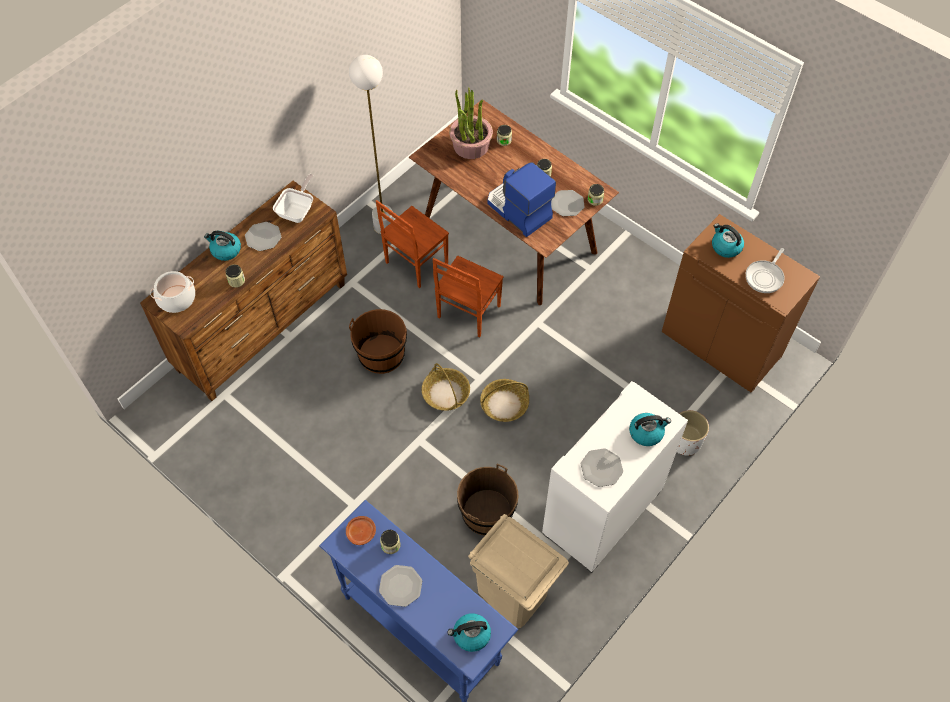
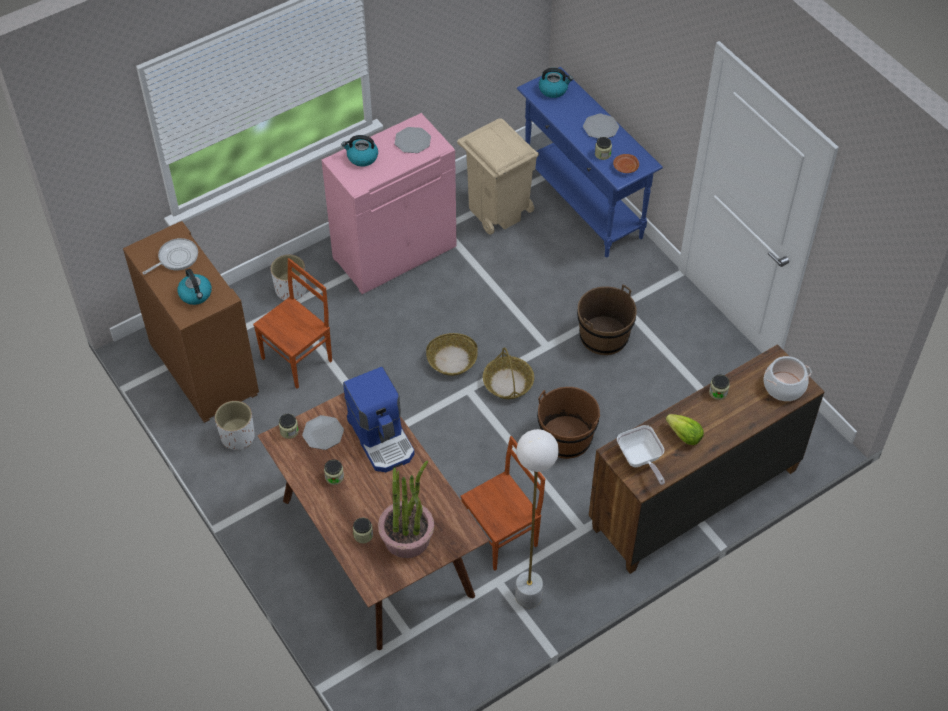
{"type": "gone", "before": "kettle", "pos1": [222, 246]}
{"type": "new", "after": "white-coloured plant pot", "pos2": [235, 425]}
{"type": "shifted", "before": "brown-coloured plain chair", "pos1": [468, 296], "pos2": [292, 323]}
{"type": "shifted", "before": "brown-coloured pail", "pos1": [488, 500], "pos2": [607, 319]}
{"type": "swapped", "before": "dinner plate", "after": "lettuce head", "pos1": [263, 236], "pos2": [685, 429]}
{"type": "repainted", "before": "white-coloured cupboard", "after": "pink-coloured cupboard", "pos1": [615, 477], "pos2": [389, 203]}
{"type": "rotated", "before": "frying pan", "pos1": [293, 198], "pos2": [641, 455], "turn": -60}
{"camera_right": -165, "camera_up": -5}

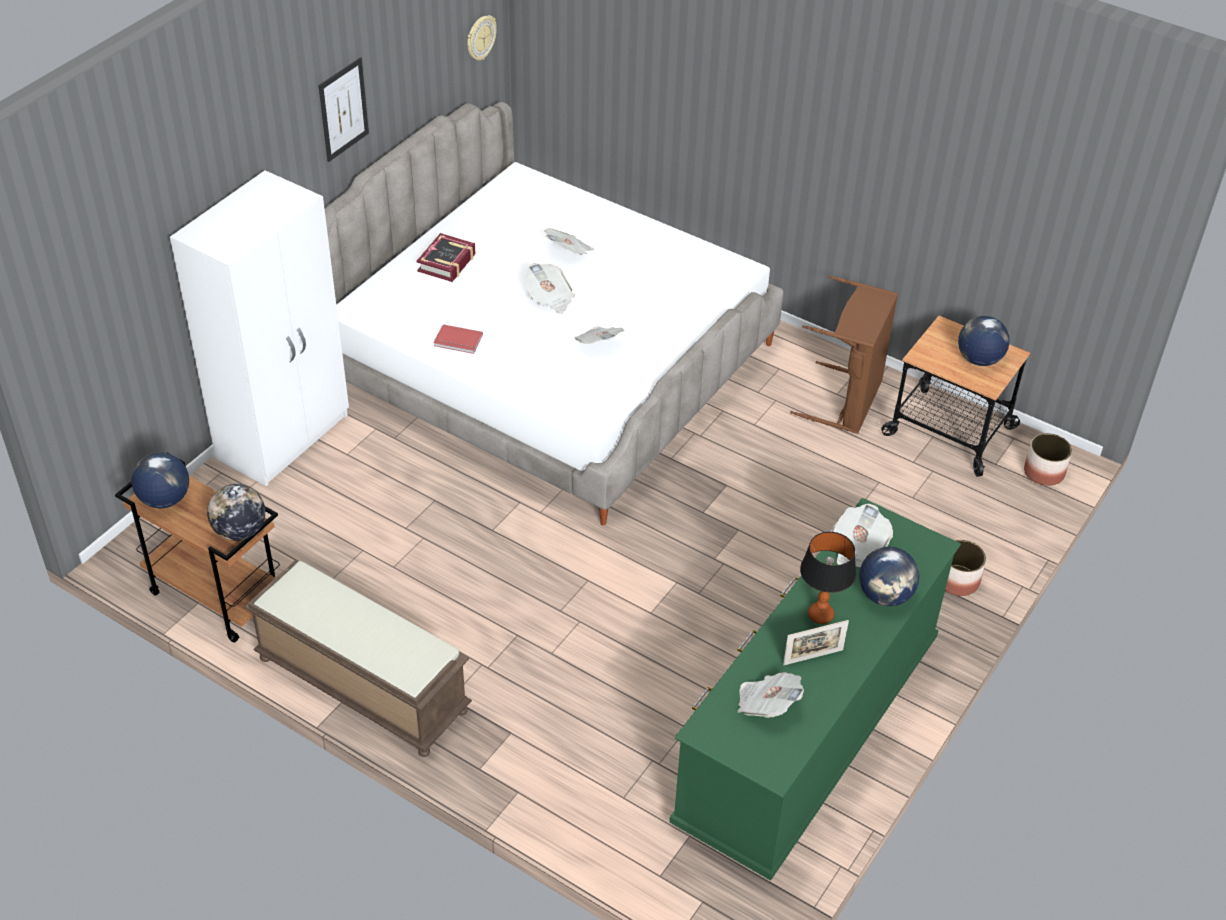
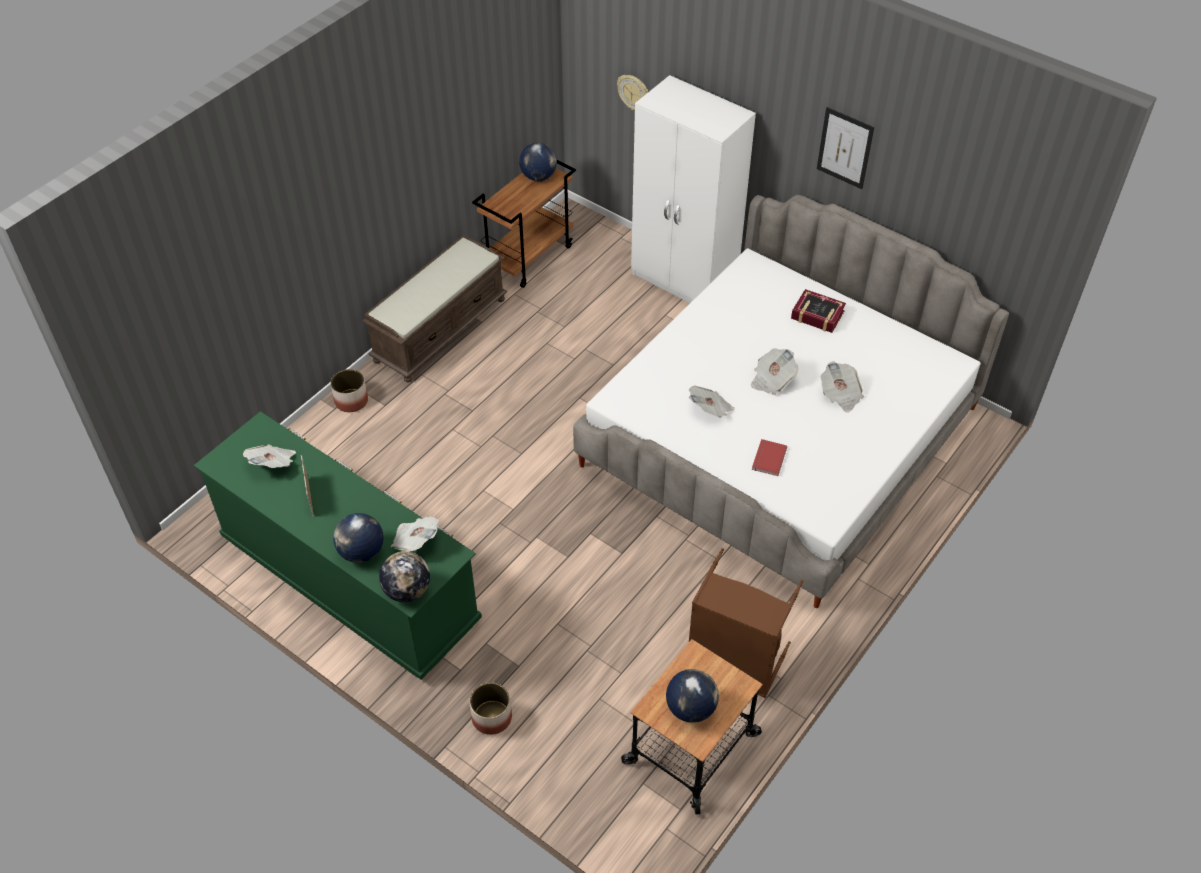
{"type": "gone", "before": "lamp for a table", "pos1": [828, 578]}
{"type": "shifted", "before": "globe", "pos1": [236, 512], "pos2": [404, 576]}
{"type": "shifted", "before": "red bound book", "pos1": [458, 339], "pos2": [769, 457]}
{"type": "shifted", "before": "wall clock", "pos1": [481, 38], "pos2": [632, 92]}
{"type": "shifted", "before": "plant pot", "pos1": [1048, 459], "pos2": [349, 390]}
{"camera_right": 95, "camera_up": 5}

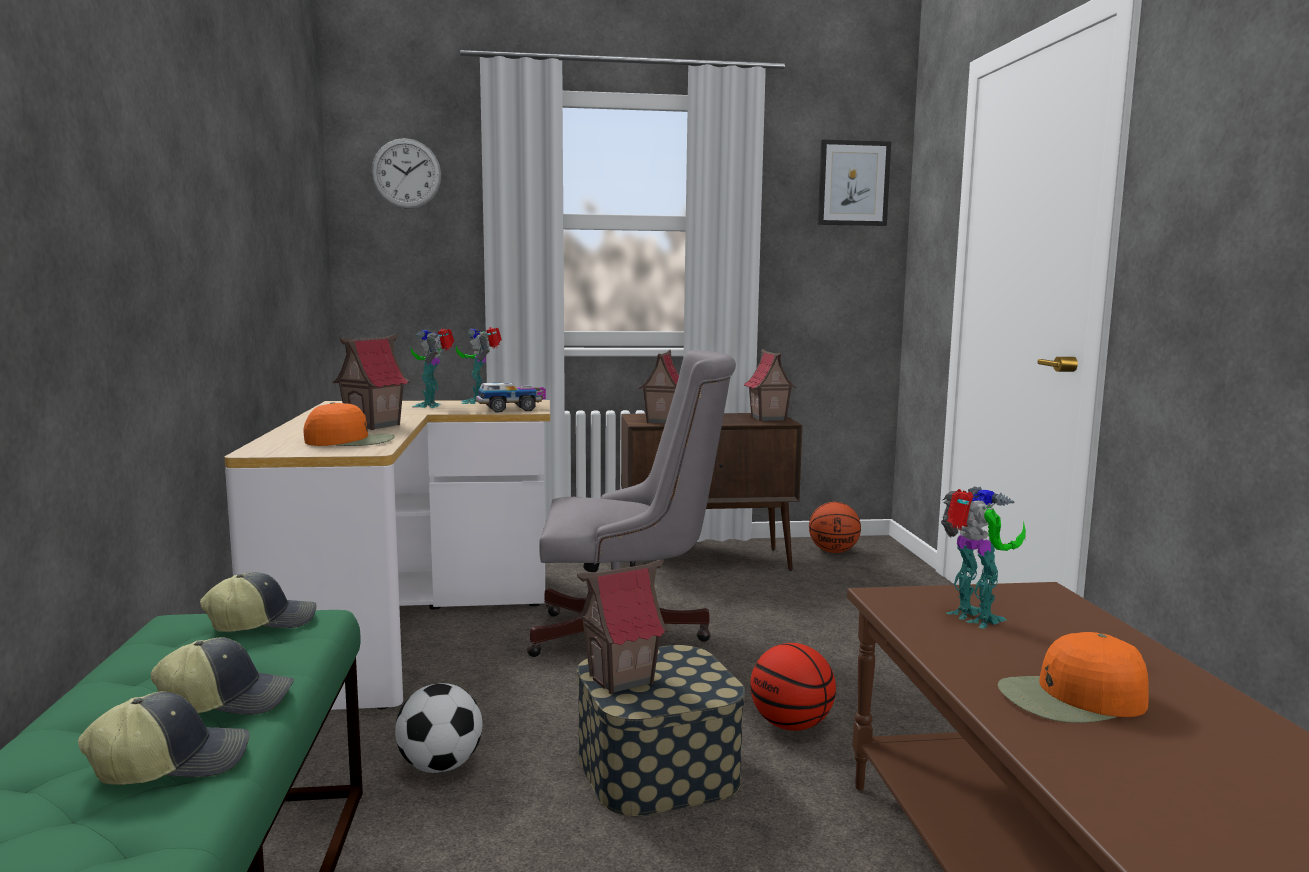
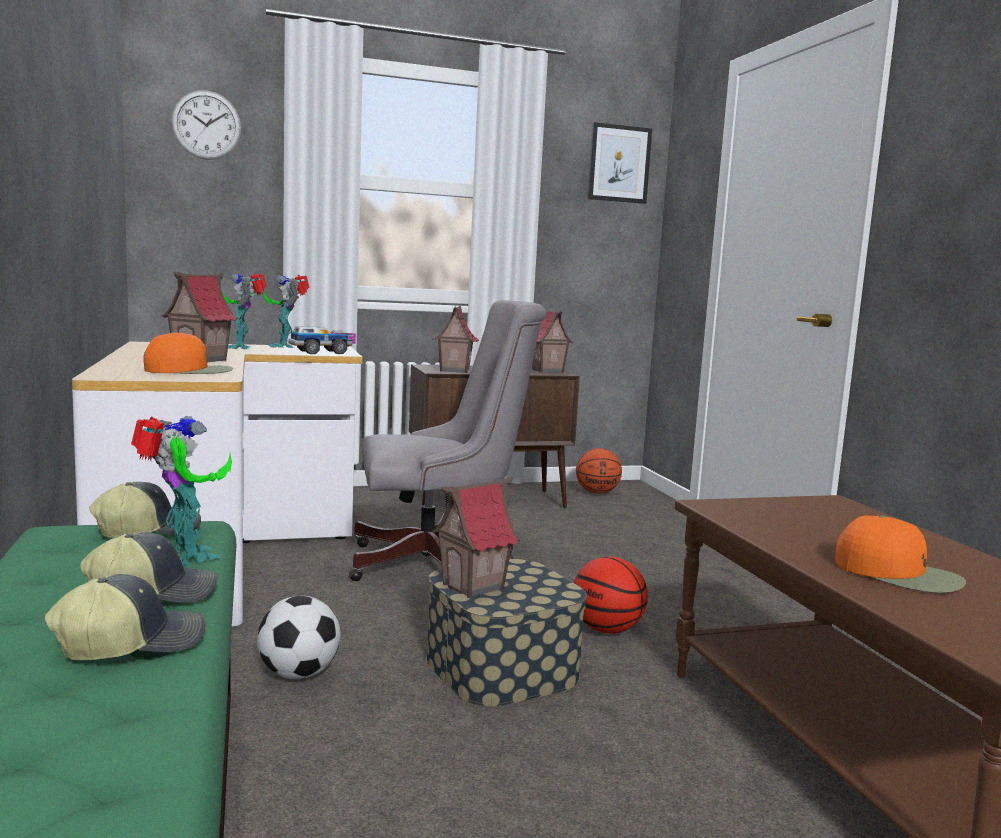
{"type": "shifted", "before": "model robot", "pos1": [983, 558], "pos2": [181, 490]}
{"type": "rotated", "before": "orangey peaked cap", "pos1": [1073, 677], "pos2": [900, 554], "turn": -120}
{"camera_right": -10, "camera_up": 0}

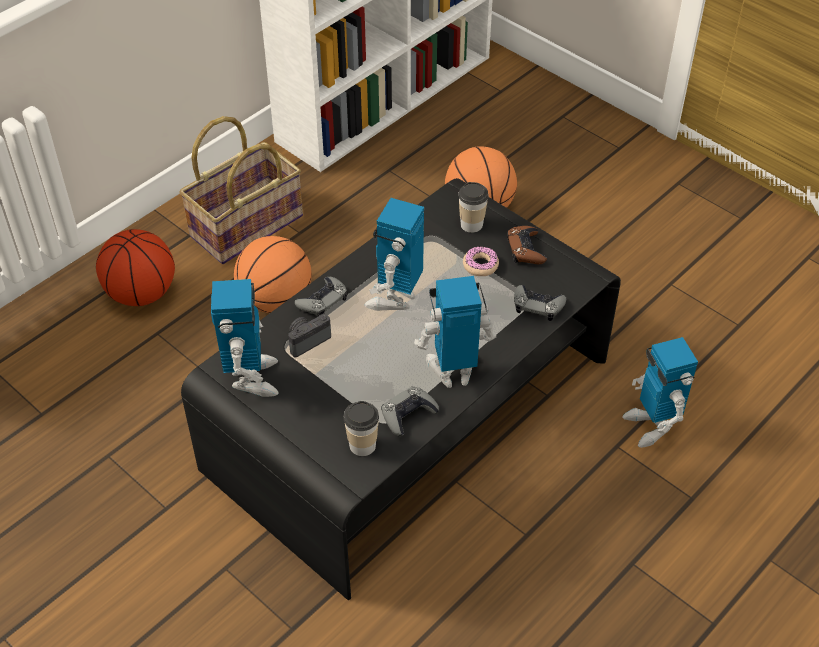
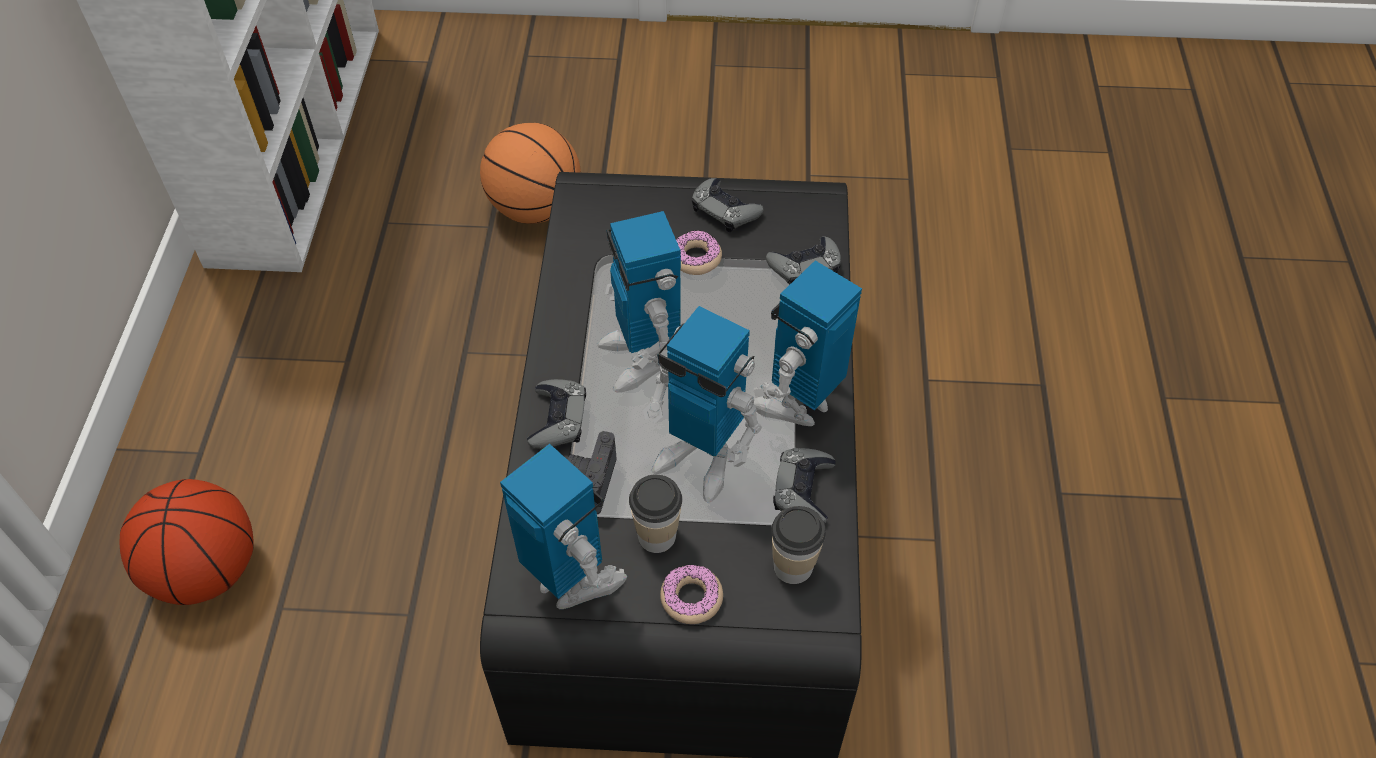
{"type": "gone", "before": "storage basket", "pos1": [241, 190]}
{"type": "gone", "before": "basketball", "pos1": [273, 274]}
{"type": "new", "after": "doughnut", "pos2": [691, 594]}
{"type": "shifted", "before": "cup", "pos1": [473, 207], "pos2": [655, 513]}
{"type": "shifted", "before": "model robot", "pos1": [660, 392], "pos2": [702, 404]}
{"type": "repainted", "before": "brown-coloured gamepad", "after": "gray gamepad", "pos1": [527, 245], "pos2": [728, 205]}
{"camera_right": -40, "camera_up": 5}

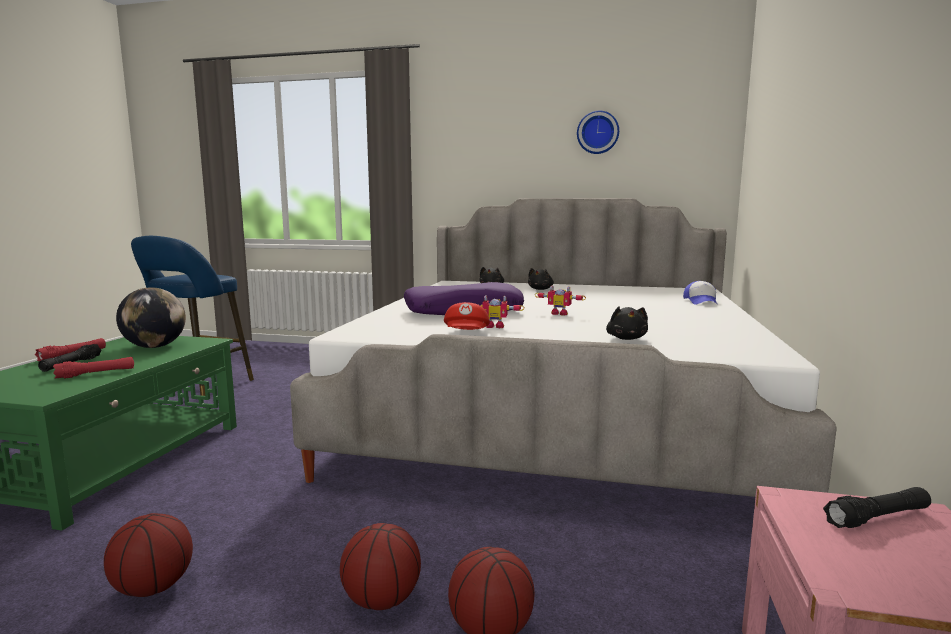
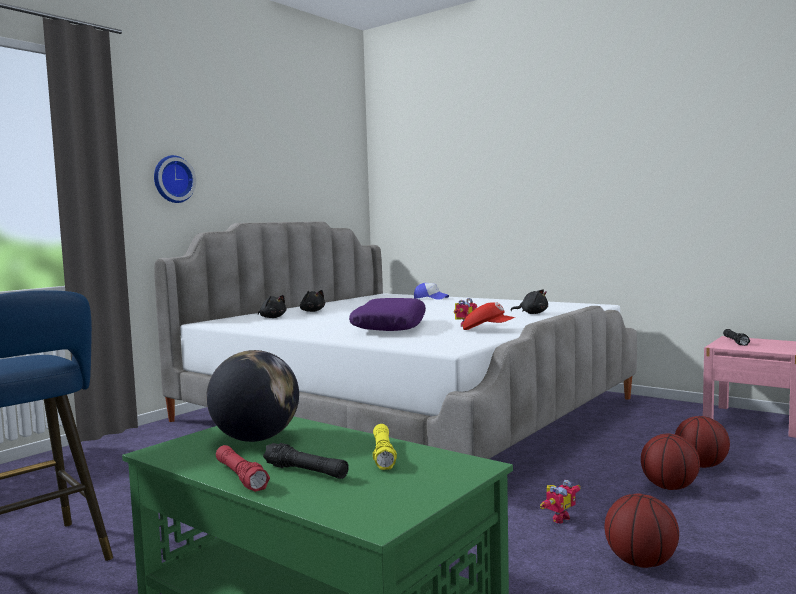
{"type": "shifted", "before": "model robot", "pos1": [560, 301], "pos2": [560, 502]}
{"type": "shifted", "before": "wall clock", "pos1": [598, 132], "pos2": [175, 179]}
{"type": "repainted", "before": "red flashlight", "after": "yellow flashlight", "pos1": [93, 368], "pos2": [385, 447]}
{"camera_right": -65, "camera_up": -5}

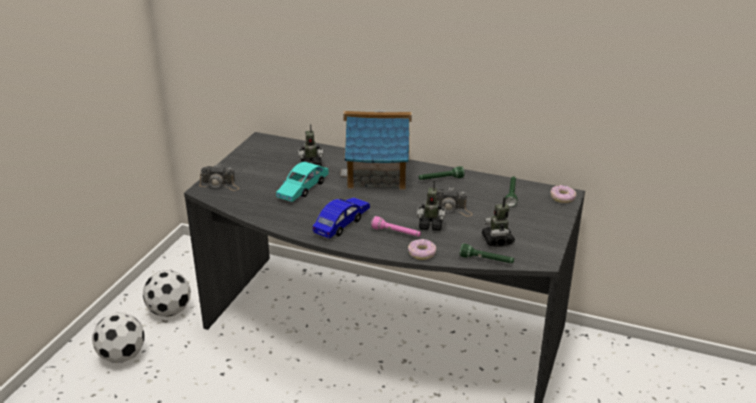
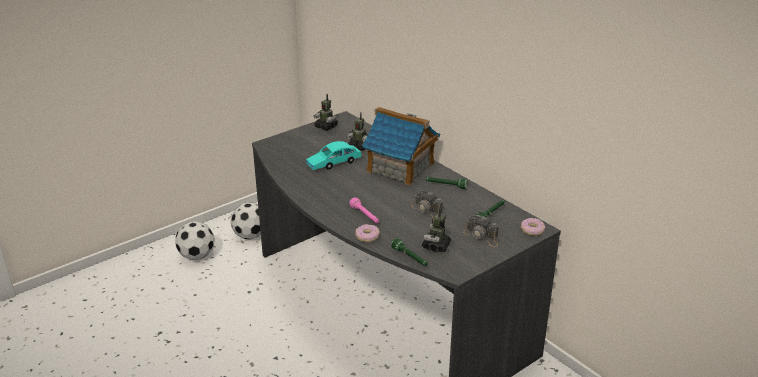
{"type": "gone", "before": "blue miniature car", "pos1": [341, 218]}
{"type": "shifted", "before": "still camera", "pos1": [219, 177], "pos2": [481, 231]}
{"type": "shifted", "before": "model robot", "pos1": [431, 205], "pos2": [326, 112]}
{"camera_right": 30, "camera_up": 0}

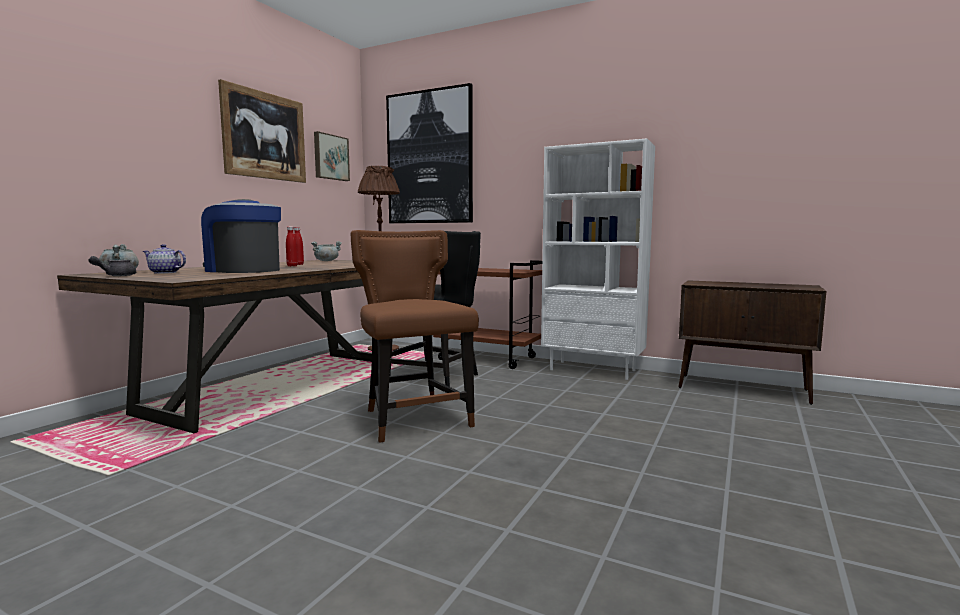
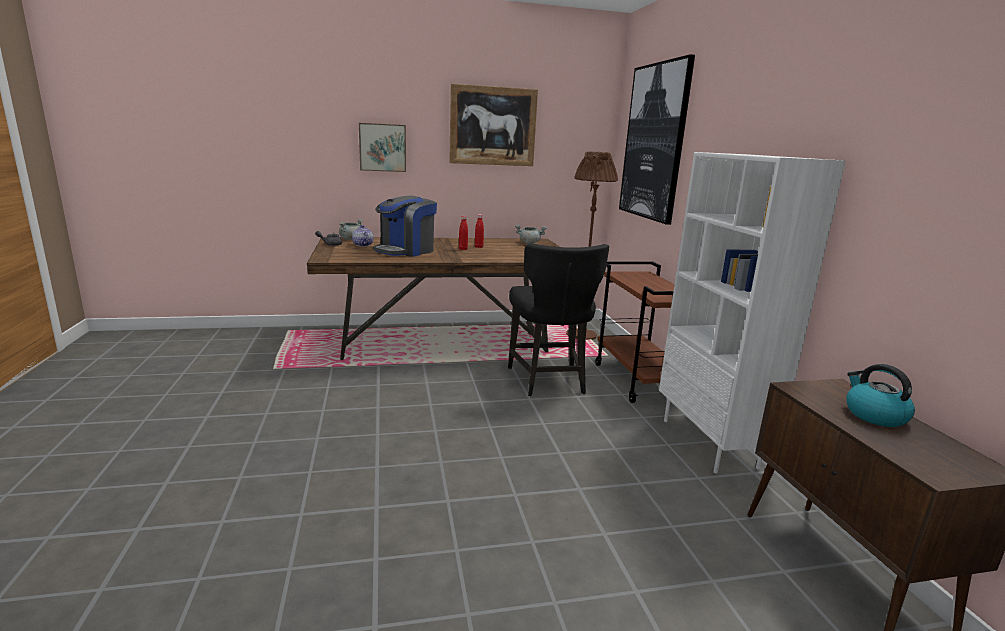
{"type": "gone", "before": "brown-coloured plain chair", "pos1": [415, 336]}
{"type": "new", "after": "kettle", "pos2": [880, 395]}
{"type": "shifted", "before": "picture", "pos1": [332, 156], "pos2": [382, 147]}
{"type": "rotated", "before": "coffee brewer", "pos1": [241, 236], "pos2": [405, 226], "turn": -135}
{"camera_right": 50, "camera_up": 10}

